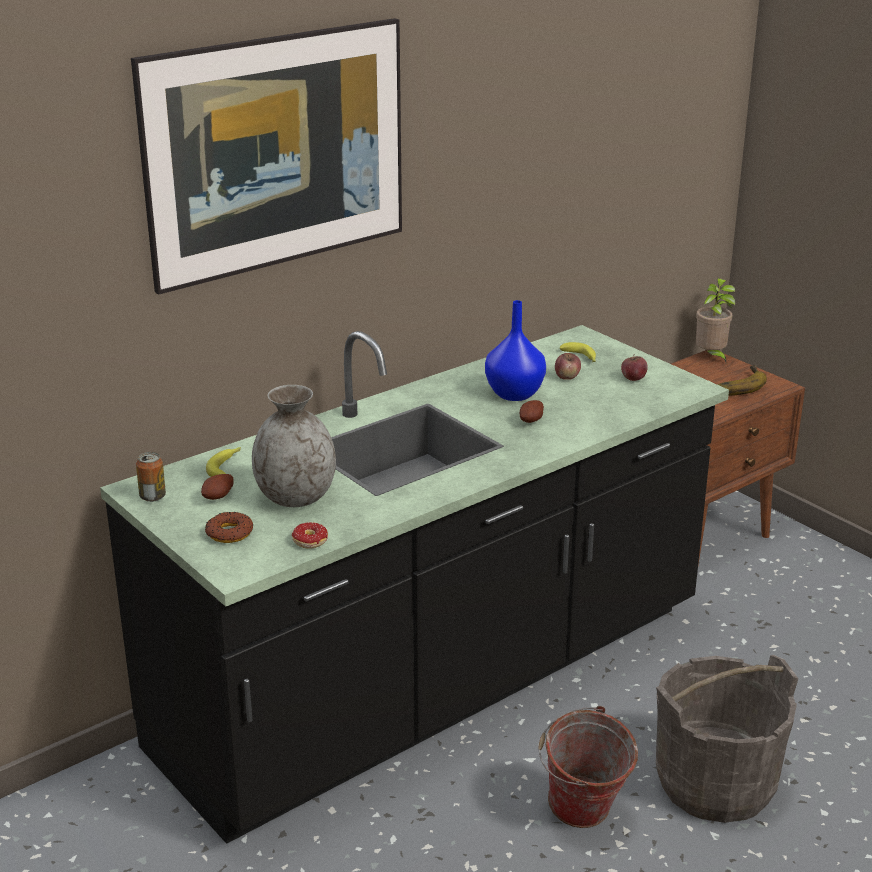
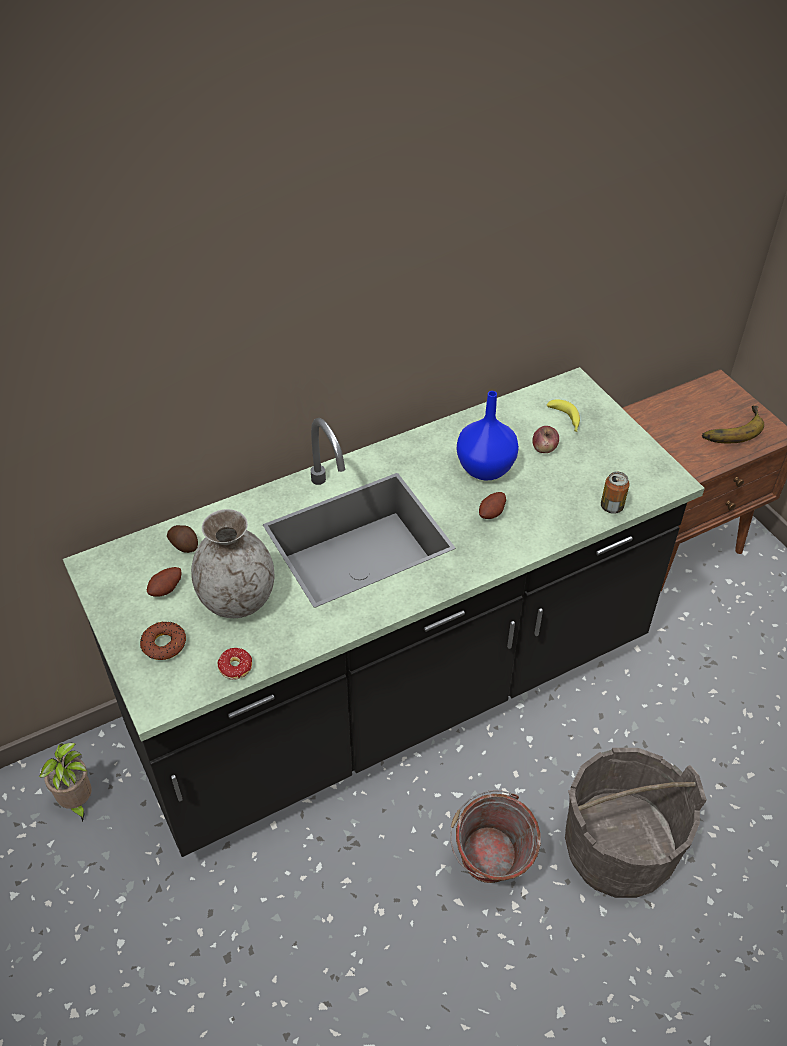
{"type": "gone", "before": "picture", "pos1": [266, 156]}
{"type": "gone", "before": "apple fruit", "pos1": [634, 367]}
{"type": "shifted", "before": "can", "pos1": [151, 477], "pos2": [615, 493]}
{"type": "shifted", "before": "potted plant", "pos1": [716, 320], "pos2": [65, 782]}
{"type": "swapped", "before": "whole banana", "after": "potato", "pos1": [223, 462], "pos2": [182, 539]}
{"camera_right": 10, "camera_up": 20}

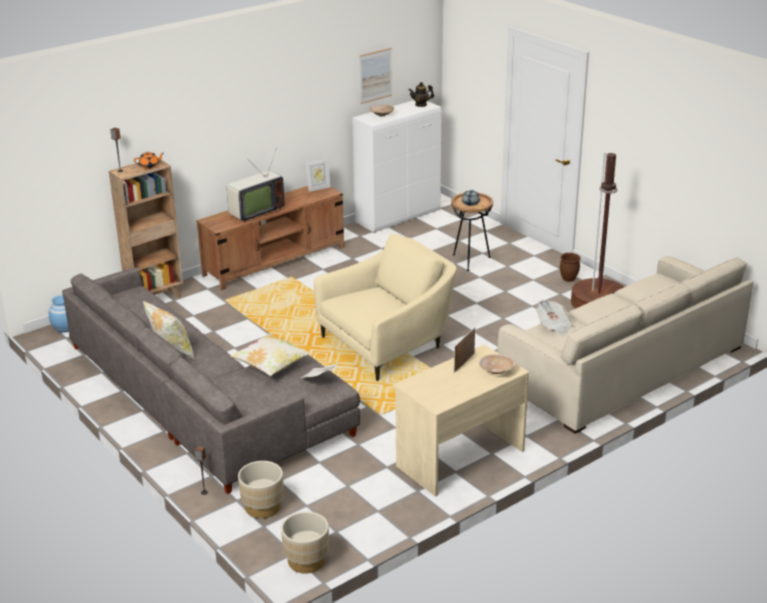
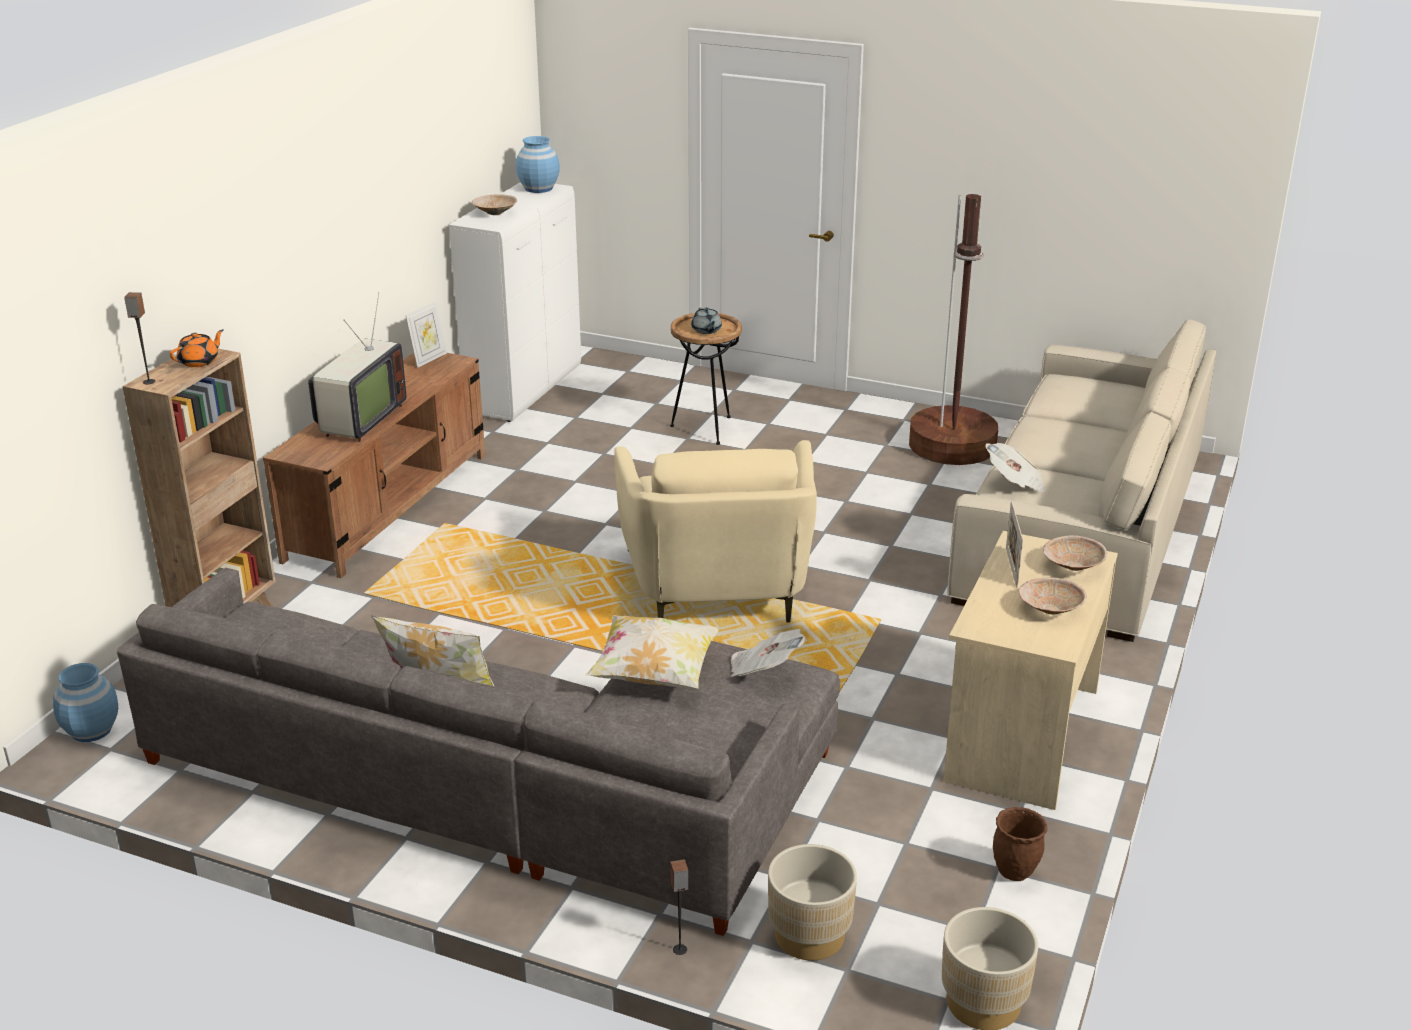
{"type": "gone", "before": "picture", "pos1": [375, 76]}
{"type": "new", "after": "beige-coloured deep dish", "pos2": [1053, 596]}
{"type": "shifted", "before": "brown-coloured plant pot", "pos1": [570, 267], "pos2": [1020, 844]}
{"type": "swapped", "before": "pot for tea", "after": "blue vase", "pos1": [421, 94], "pos2": [538, 164]}
{"type": "rotated", "before": "beige-coloured lounge chair", "pos1": [385, 307], "pos2": [715, 531], "turn": 150}
{"camera_right": -30, "camera_up": 0}

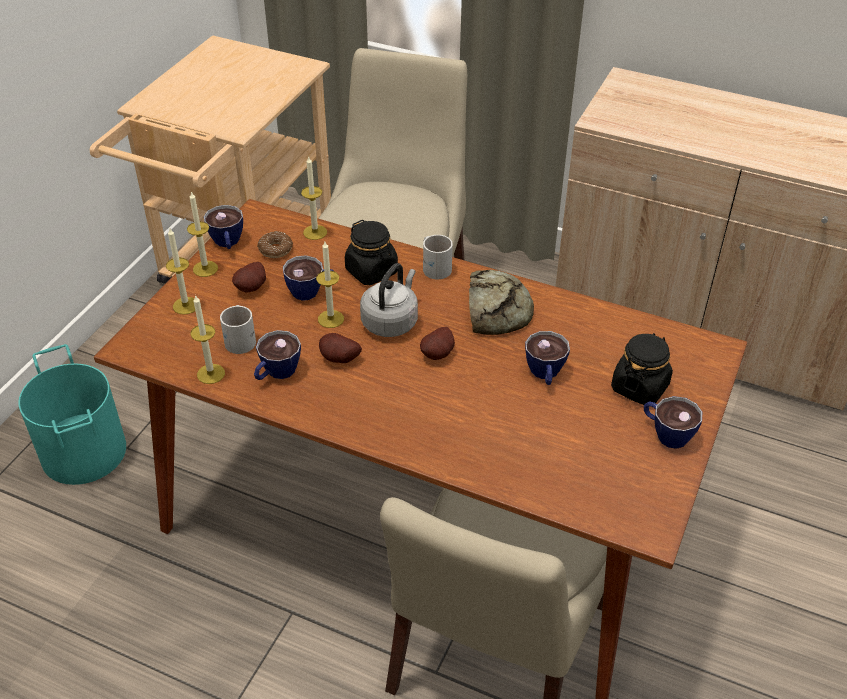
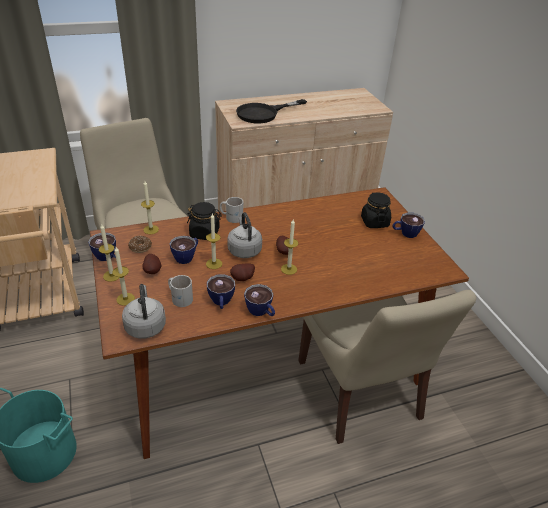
{"type": "gone", "before": "baked bread", "pos1": [501, 302]}
{"type": "new", "after": "gray kettle", "pos2": [144, 311]}
{"type": "new", "after": "black-coloured frying pan", "pos2": [271, 111]}
{"type": "shifted", "before": "wax light", "pos1": [208, 339], "pos2": [290, 247]}
{"type": "shifted", "before": "cup", "pos1": [547, 358], "pos2": [259, 300]}
{"camera_right": -45, "camera_up": -5}

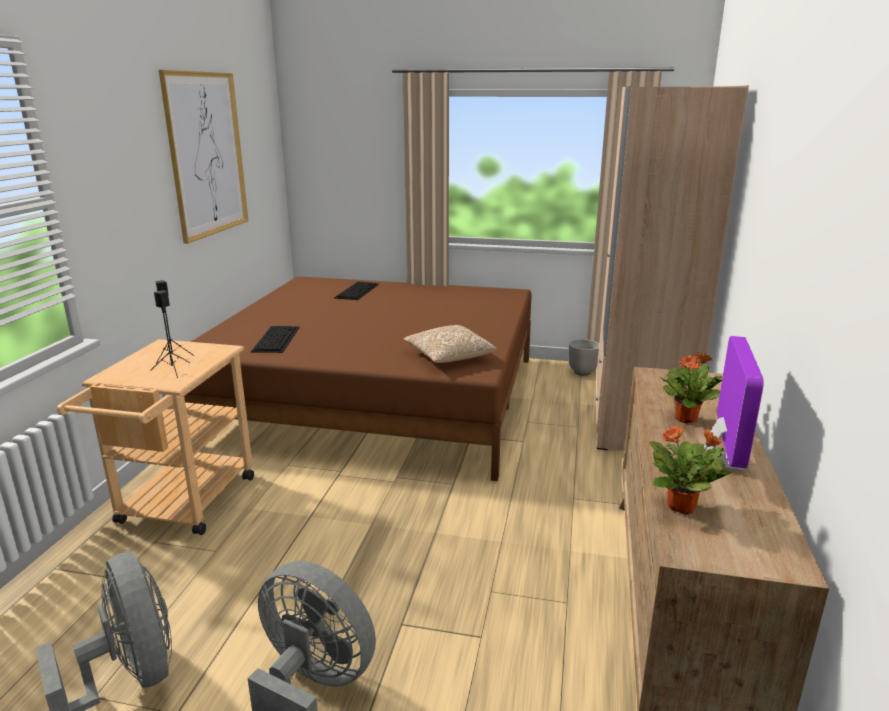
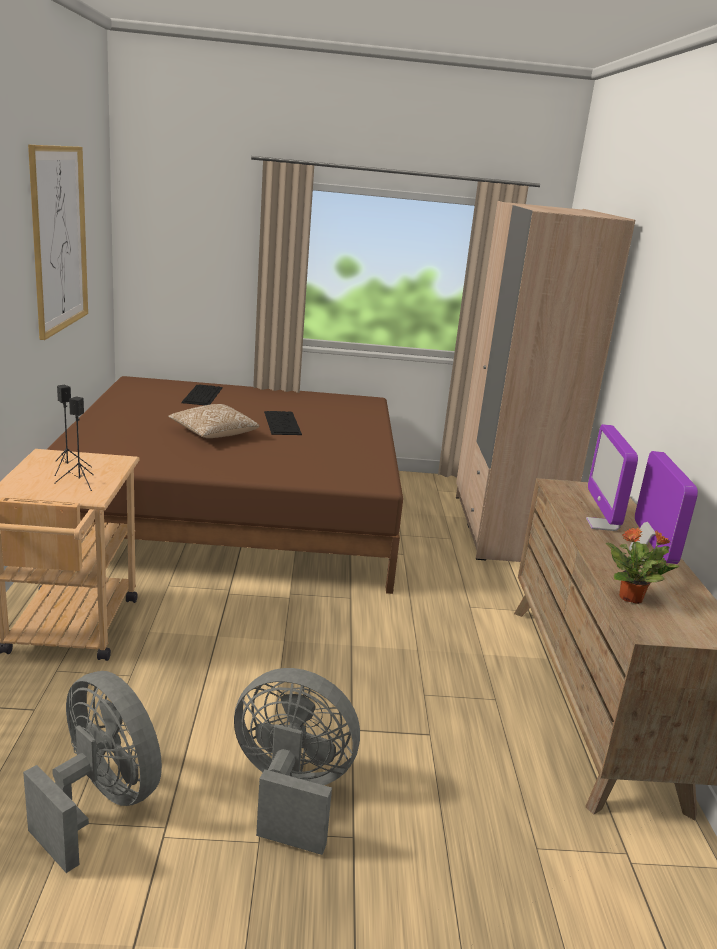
{"type": "gone", "before": "plant pot", "pos1": [584, 357]}
{"type": "shifted", "before": "computer keyboard", "pos1": [275, 339], "pos2": [283, 423]}
{"type": "shifted", "before": "pillow", "pos1": [450, 344], "pos2": [214, 421]}
{"type": "swapped", "before": "potted plant", "after": "computer screen", "pos1": [691, 388], "pos2": [612, 477]}
{"camera_right": -15, "camera_up": 0}

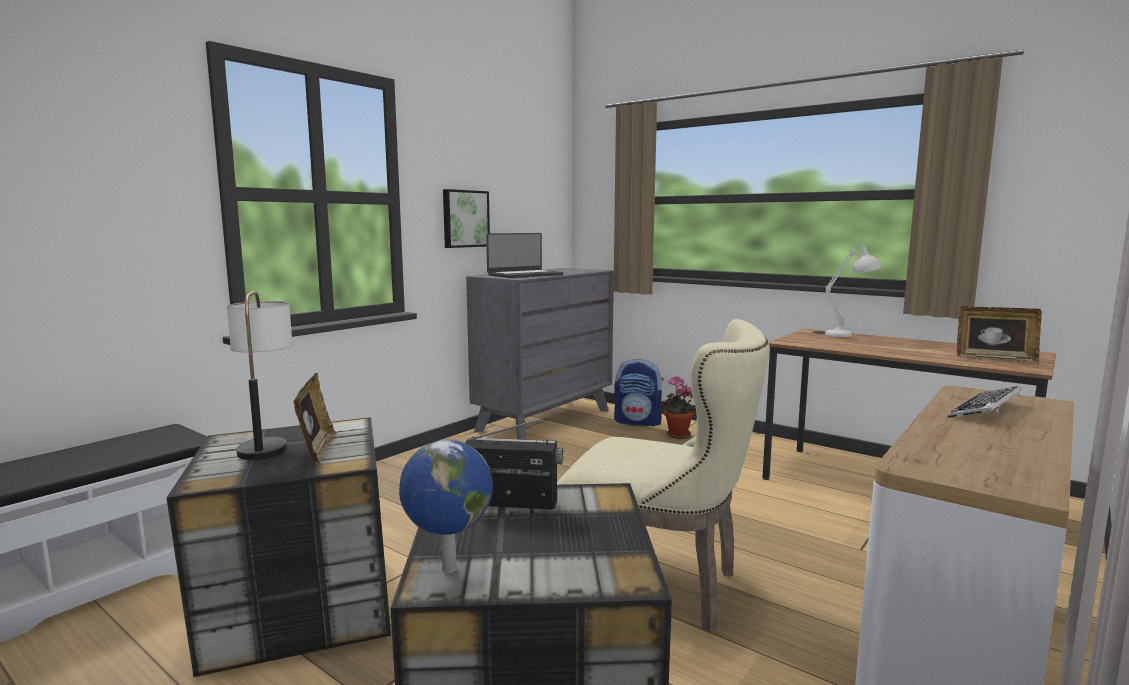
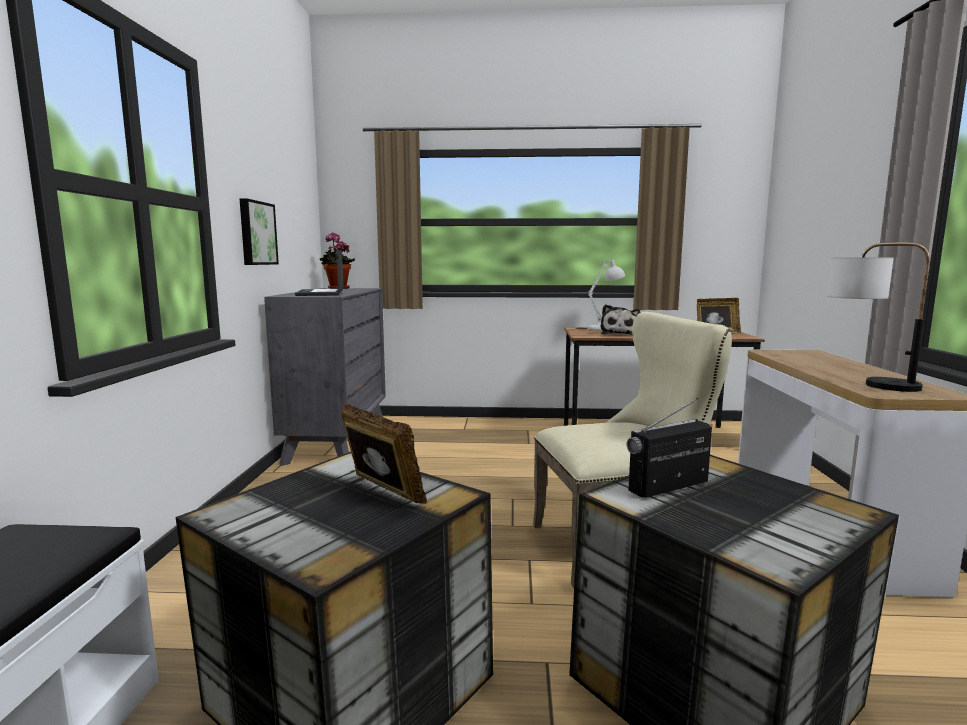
{"type": "gone", "before": "globe", "pos1": [446, 506]}
{"type": "gone", "before": "backpack", "pos1": [639, 393]}
{"type": "gone", "before": "computer keyboard", "pos1": [984, 402]}
{"type": "new", "after": "cuddly toy", "pos2": [620, 319]}
{"type": "shifted", "before": "lamp for a table", "pos1": [260, 375], "pos2": [878, 317]}
{"type": "shifted", "before": "potted plant", "pos1": [678, 407], "pos2": [337, 260]}
{"type": "rotated", "before": "laptop", "pos1": [524, 255], "pos2": [319, 273], "turn": 150}
{"camera_right": -35, "camera_up": 0}

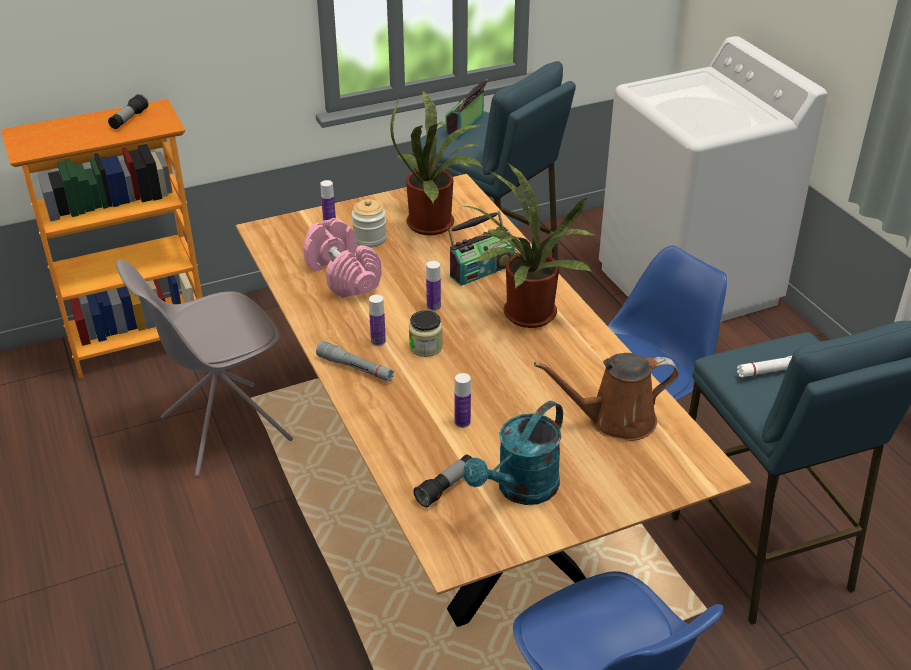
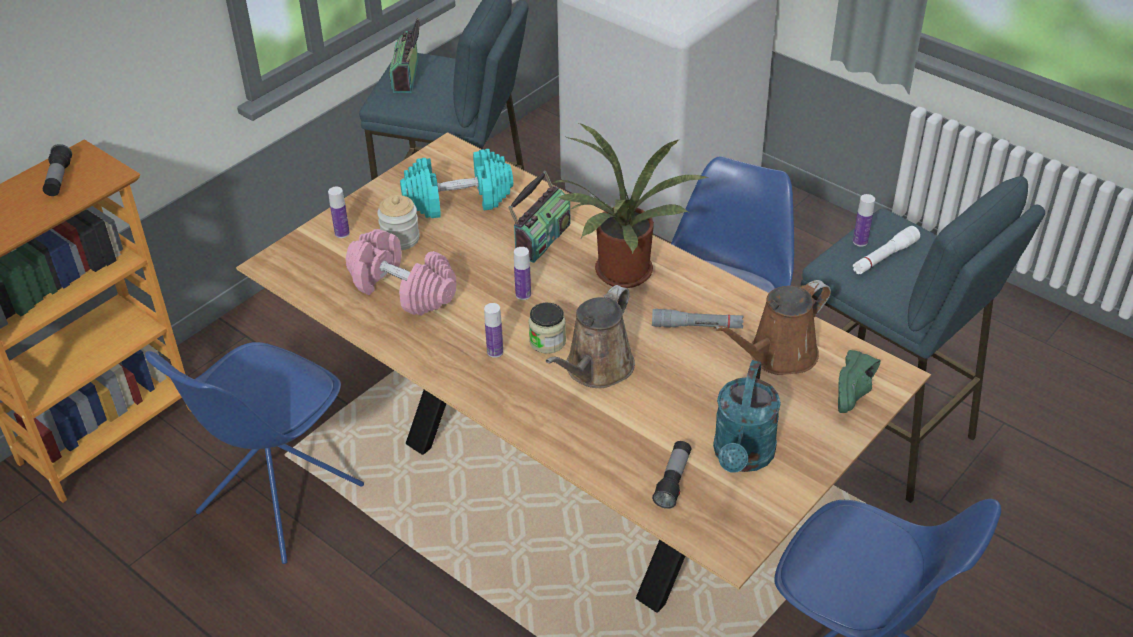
{"type": "new", "after": "brown-coloured watering can", "pos2": [590, 336]}
{"type": "new", "after": "green low shoe", "pos2": [859, 381]}
{"type": "shifted", "before": "gray flashlight", "pos1": [355, 361], "pos2": [698, 319]}
{"type": "shifted", "before": "bottle", "pos1": [462, 400], "pos2": [864, 220]}
{"type": "swapped", "before": "potted plant", "after": "blue-green free weight", "pos1": [437, 162], "pos2": [456, 183]}
{"type": "repainted", "before": "gray plain chair", "after": "blue plain chair", "pos1": [204, 368], "pos2": [254, 453]}
{"camera_right": -25, "camera_up": 5}

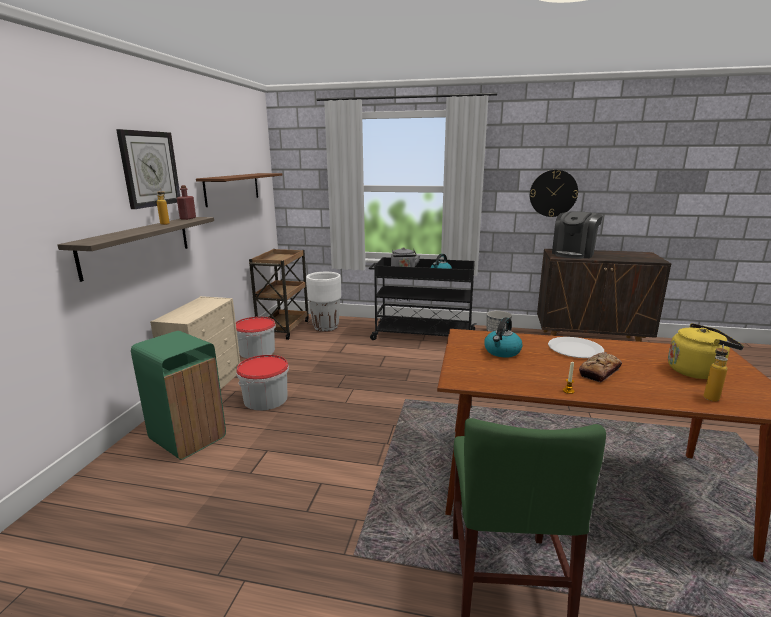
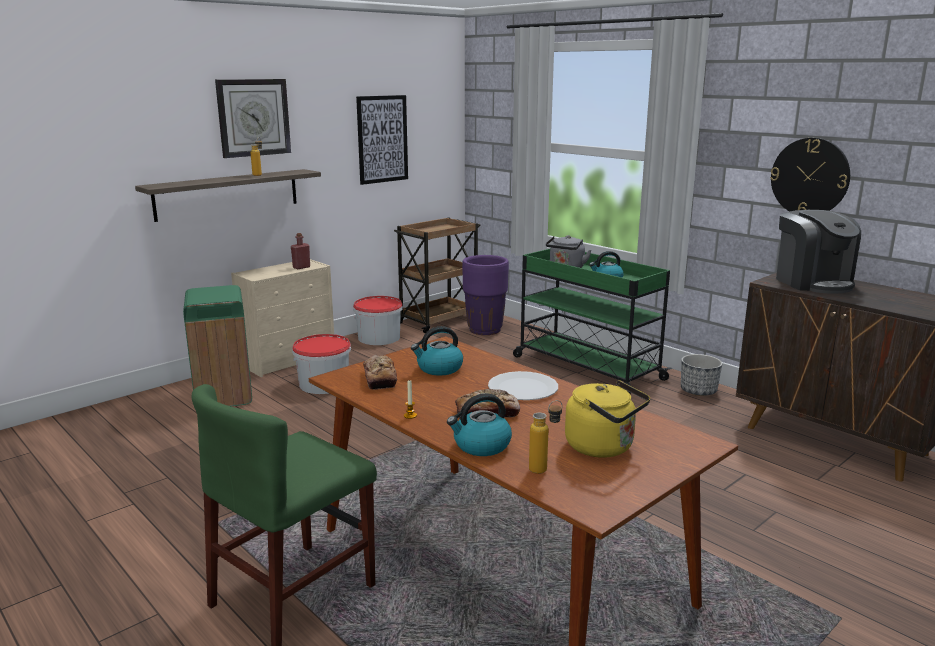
{"type": "new", "after": "baked bread", "pos2": [380, 372]}
{"type": "new", "after": "kettle", "pos2": [479, 424]}
{"type": "shifted", "before": "red bottle", "pos1": [186, 202], "pos2": [300, 251]}
{"type": "swapped", "before": "brown-coloured wall shelf", "after": "picture", "pos1": [239, 190], "pos2": [382, 140]}
{"type": "repainted", "before": "white-coloured plant pot", "after": "purplish plant pot", "pos1": [323, 302], "pos2": [485, 295]}
{"type": "repainted", "before": "black-coloured trolley", "after": "green trolley", "pos1": [422, 298], "pos2": [592, 322]}
{"type": "rotated", "before": "coffee brewer", "pos1": [577, 235], "pos2": [818, 252], "turn": -90}
{"camera_right": 35, "camera_up": 0}

